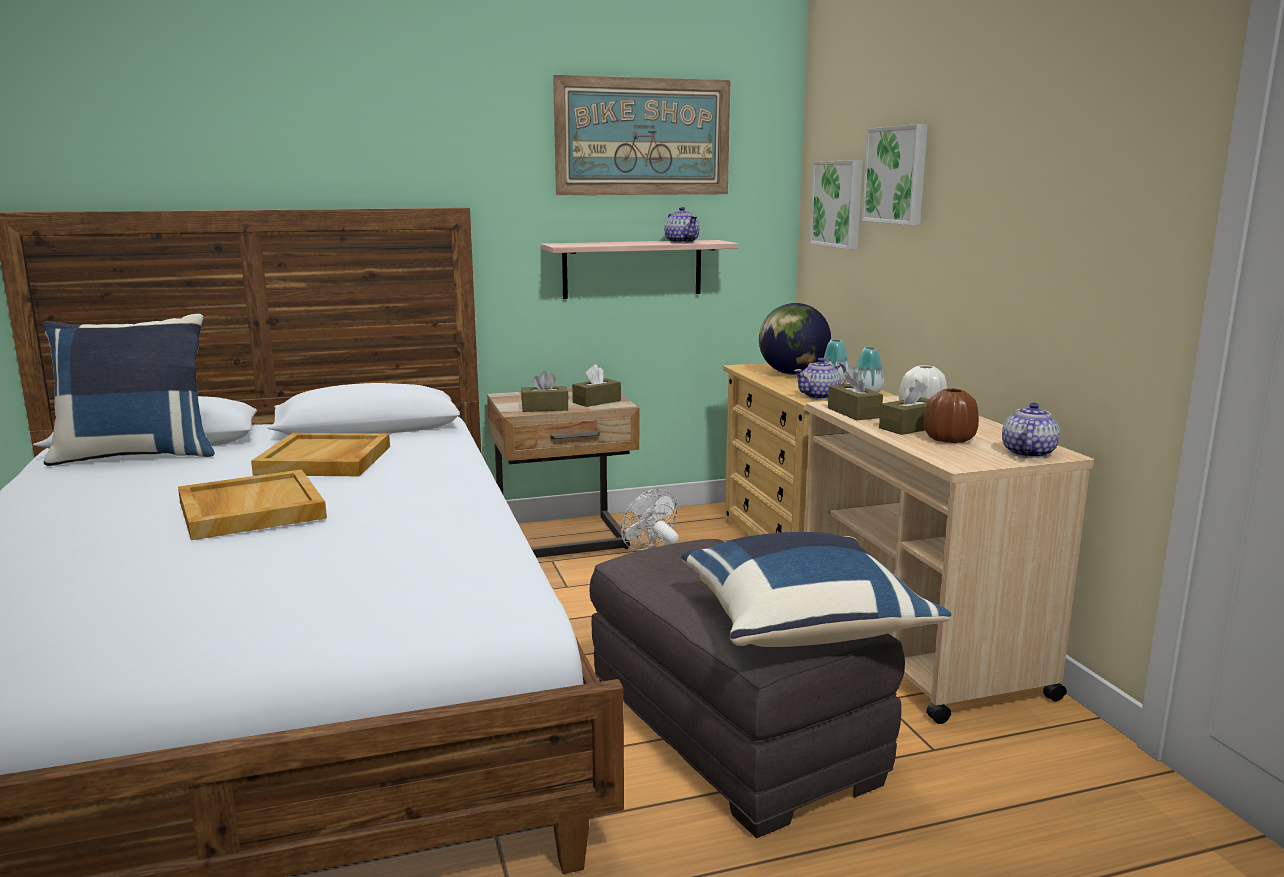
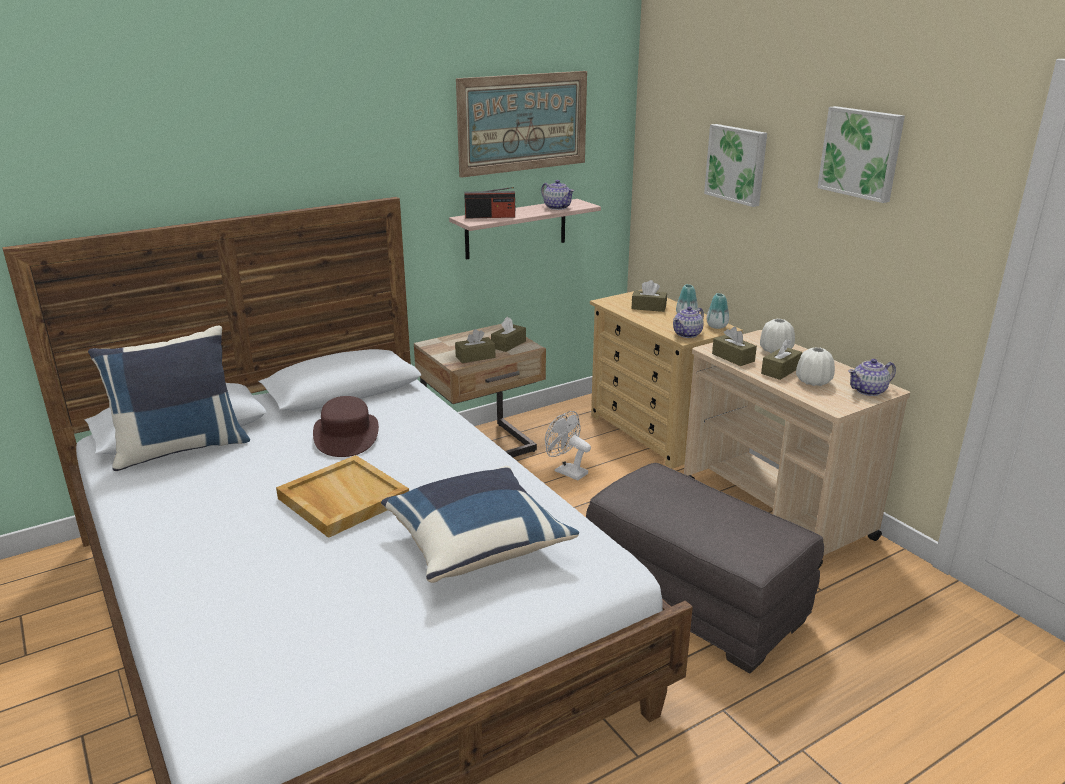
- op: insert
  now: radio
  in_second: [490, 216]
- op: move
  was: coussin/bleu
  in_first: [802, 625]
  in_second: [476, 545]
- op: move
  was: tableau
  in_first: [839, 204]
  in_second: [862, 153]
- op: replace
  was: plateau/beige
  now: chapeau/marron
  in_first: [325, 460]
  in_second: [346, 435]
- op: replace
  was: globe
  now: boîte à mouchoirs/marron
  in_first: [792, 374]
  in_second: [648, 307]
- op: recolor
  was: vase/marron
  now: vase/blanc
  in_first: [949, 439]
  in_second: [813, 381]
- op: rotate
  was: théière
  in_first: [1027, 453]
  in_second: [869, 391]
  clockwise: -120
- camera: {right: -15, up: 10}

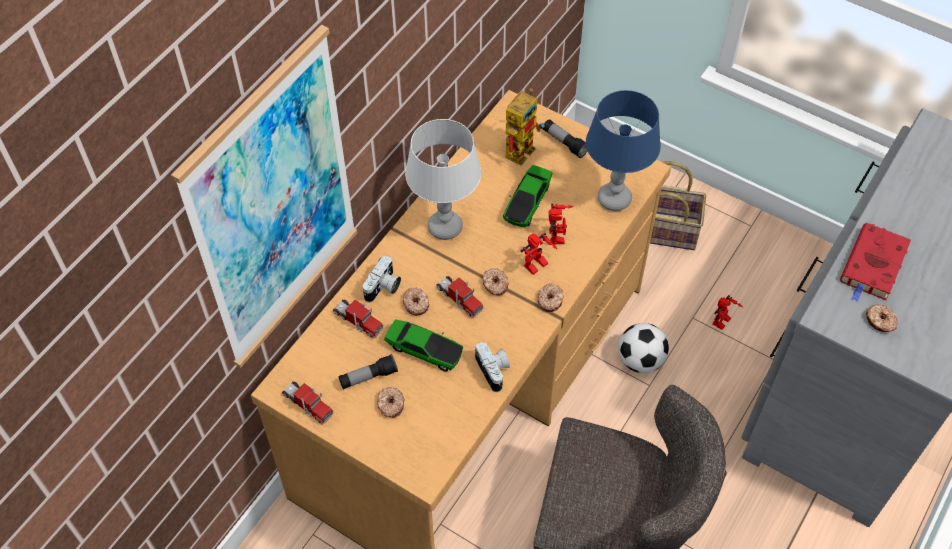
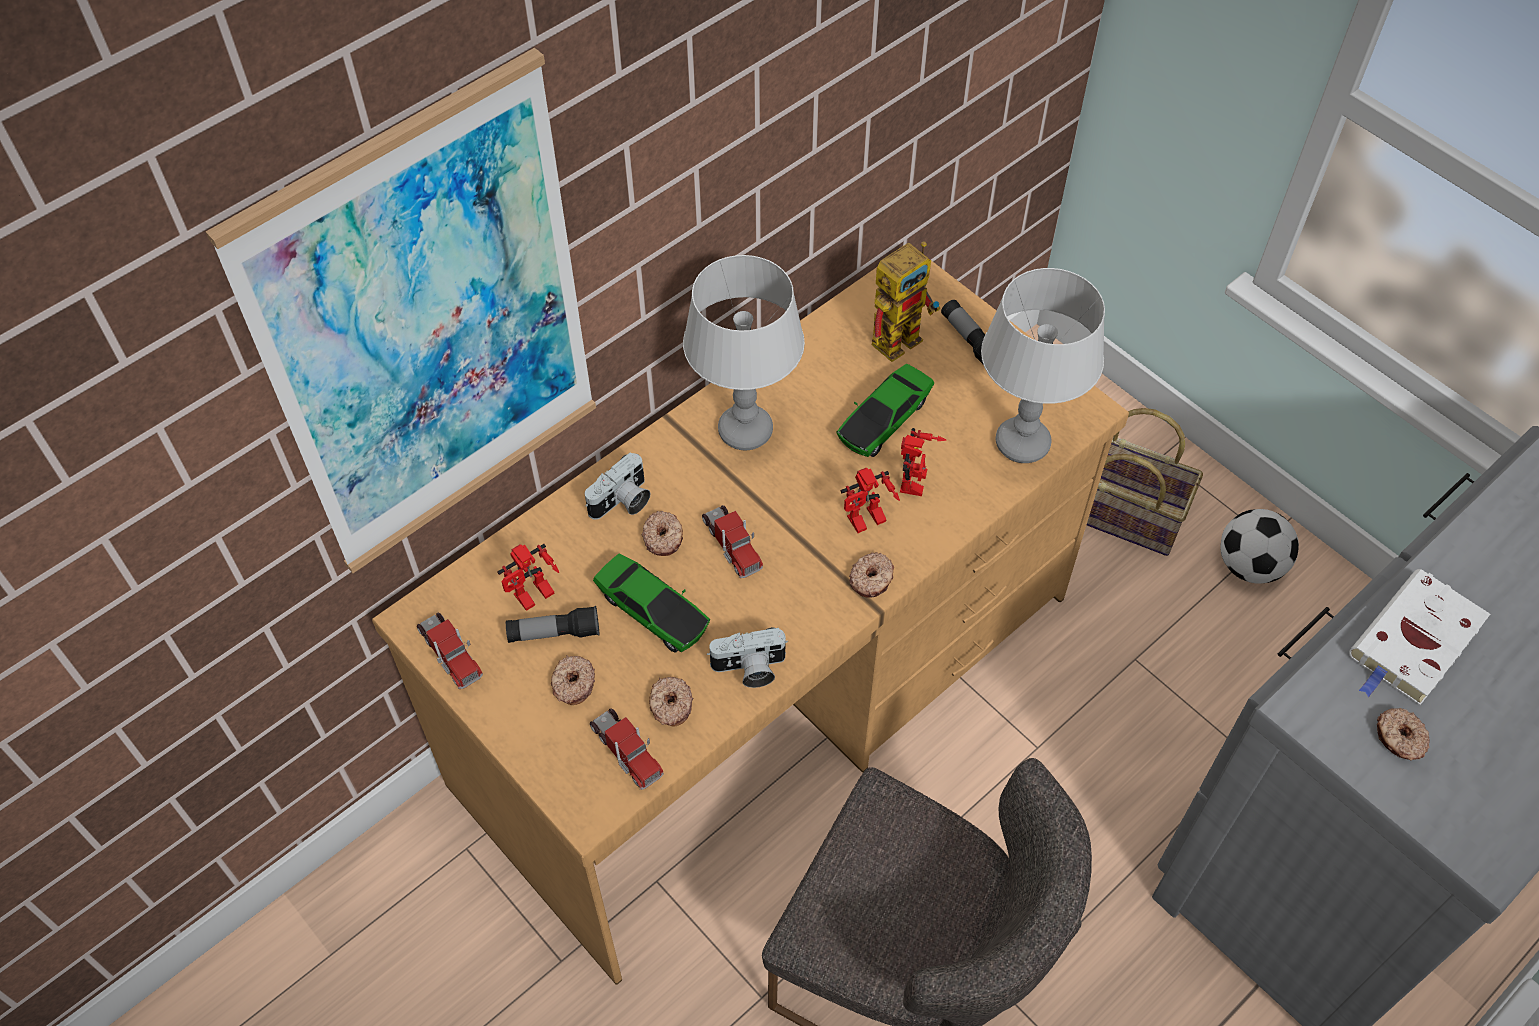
- op: move
  was: camion jouet
  in_first: [358, 321]
  in_second: [626, 751]
- op: move
  was: beignet
  in_first: [495, 285]
  in_second: [670, 705]
- op: move
  was: ballon de foot
  in_first: [640, 360]
  in_second: [1250, 566]
- op: move
  was: robot jouet
  in_first: [722, 323]
  in_second: [534, 599]
- op: recolor
  was: lampe de table/bleu
  now: lampe de table/gris
  in_first: [614, 199]
  in_second: [1022, 444]
- op: recolor
  was: livre/rouge
  now: livre/blanc
  in_first: [873, 266]
  in_second: [1413, 644]
- op: rotate
  was: appareil photo
  in_first: [494, 370]
  in_second: [749, 669]
  clockwise: 90
- camera: {right: 15, up: 0}

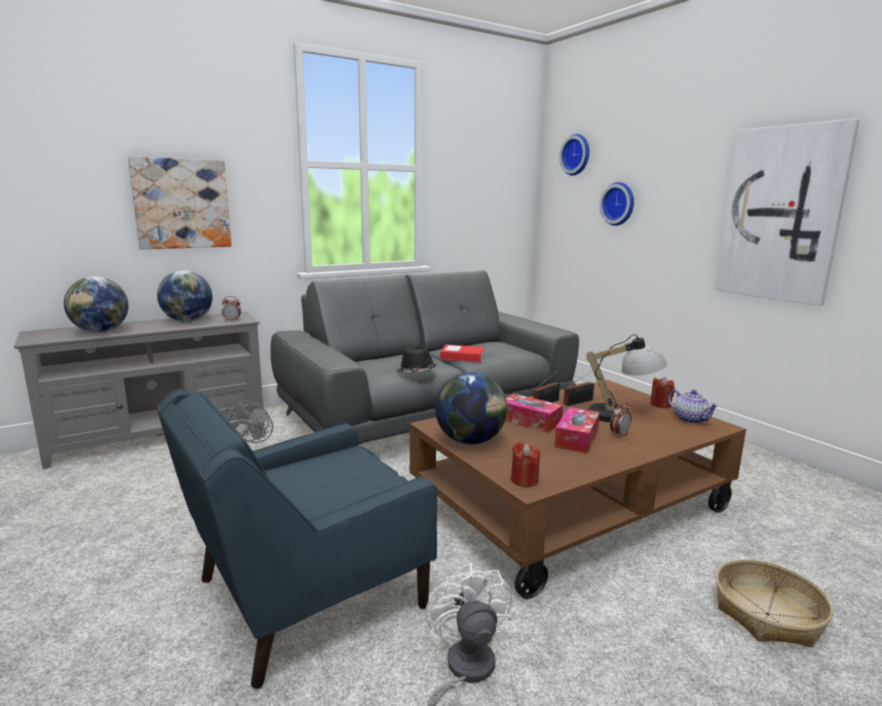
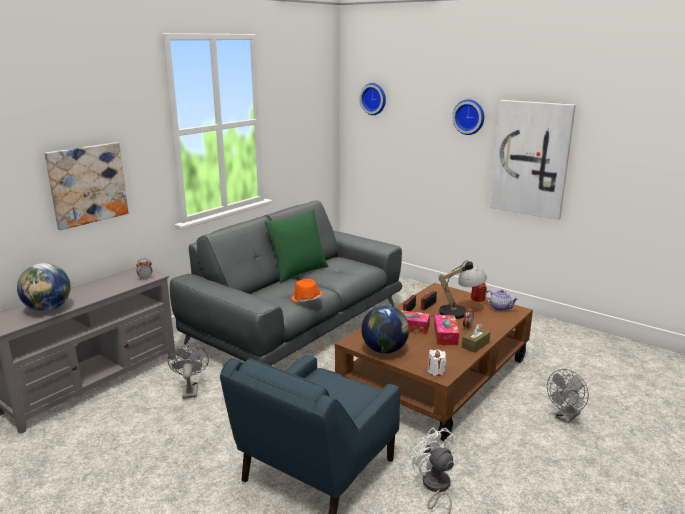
- op: delete
  was: globe
  in_first: [187, 321]
- op: delete
  was: livre
  in_first: [462, 357]
- op: insert
  now: coussin/vert
  in_second: [298, 272]
- op: insert
  now: boîte à mouchoirs/marron
  in_second: [475, 345]
- op: move
  was: horloge murale
  in_first: [619, 204]
  in_second: [469, 117]
- op: replace
  was: panier
  now: ventilateur/gris
  in_first: [768, 614]
  in_second: [565, 417]
- op: recolor
  was: chapeau/noir
  now: chapeau/orange
  in_first: [416, 372]
  in_second: [306, 299]
- op: recolor
  was: bougie/rouge
  now: bougie/blanc
  in_first: [524, 480]
  in_second: [436, 371]
- camera: {right: -20, up: 5}

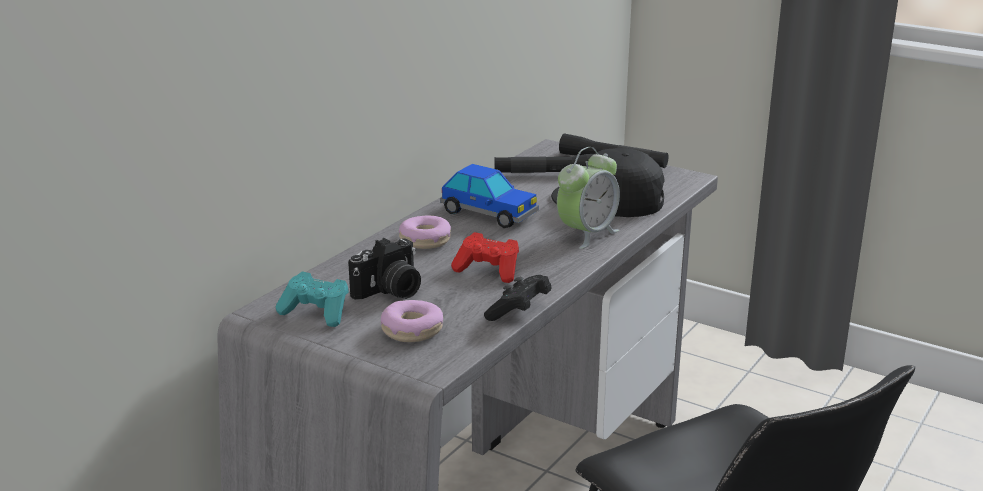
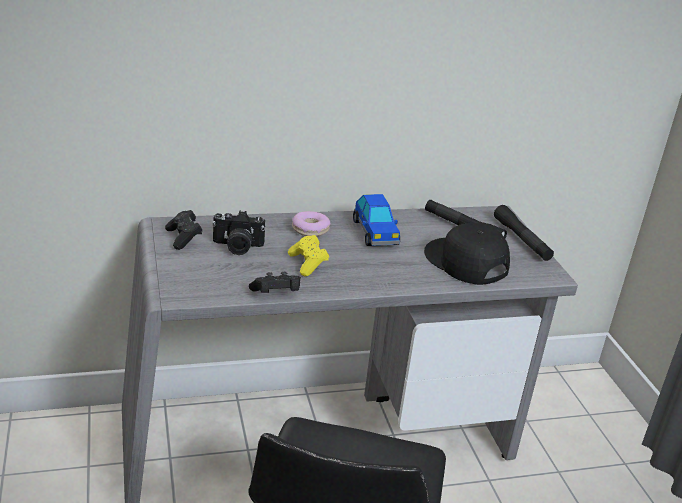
- op: delete
  was: beignet
  in_first: [412, 330]
- op: delete
  was: réveil
  in_first: [587, 234]
- op: recolor
  was: manette/turquoise
  now: manette/noir
  in_first: [316, 313]
  in_second: [184, 238]
- op: recolor
  was: manette/rouge
  now: manette/jaune
  in_first: [489, 270]
  in_second: [308, 264]
- camera: {right: 40, up: 5}

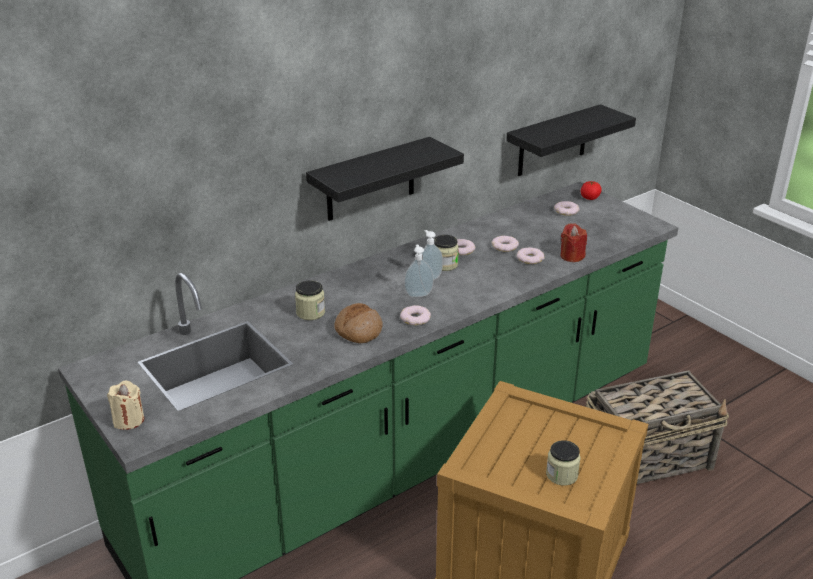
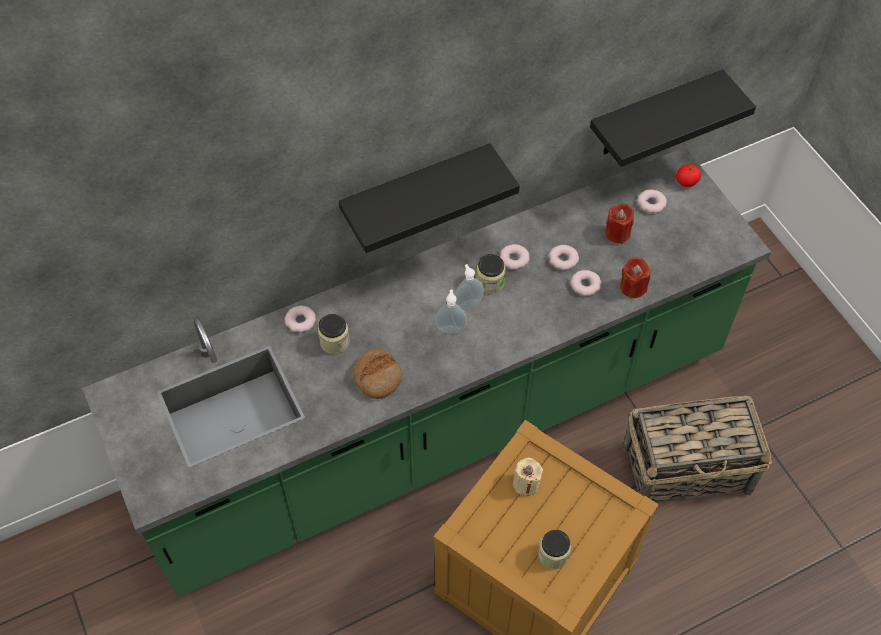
- op: insert
  now: bougie/rouge
  in_second: [617, 233]
- op: move
  was: bougie/beige
  in_first: [128, 420]
  in_second: [526, 484]
- op: move
  was: beignet
  in_first: [415, 318]
  in_second: [301, 321]
- camera: {right: 10, up: 25}

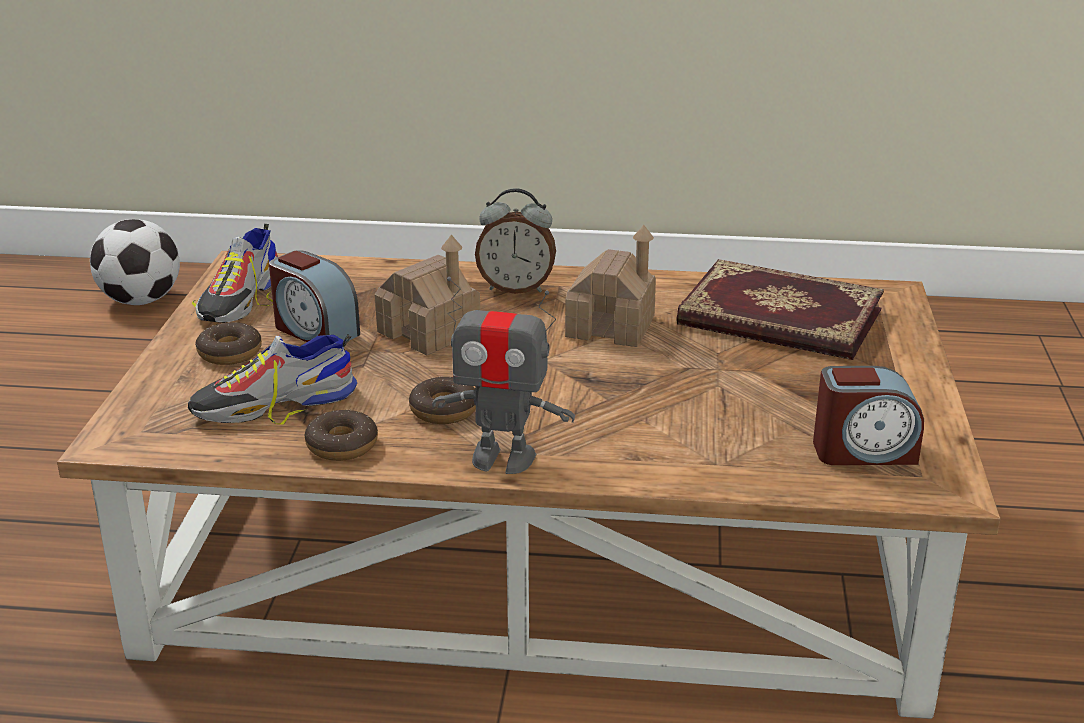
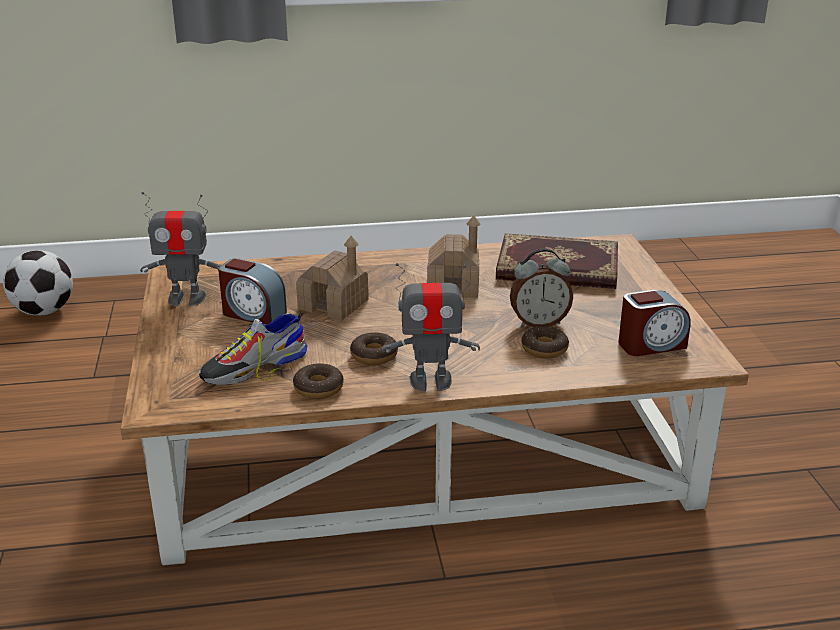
- op: move
  was: beignet
  in_first: [230, 353]
  in_second: [544, 349]
- op: move
  was: réveil
  in_first: [516, 288]
  in_second: [539, 323]
- op: replace
  was: chaussure
  now: robot jouet
  in_first: [241, 299]
  in_second: [186, 298]
- camera: {right: -15, up: 0}

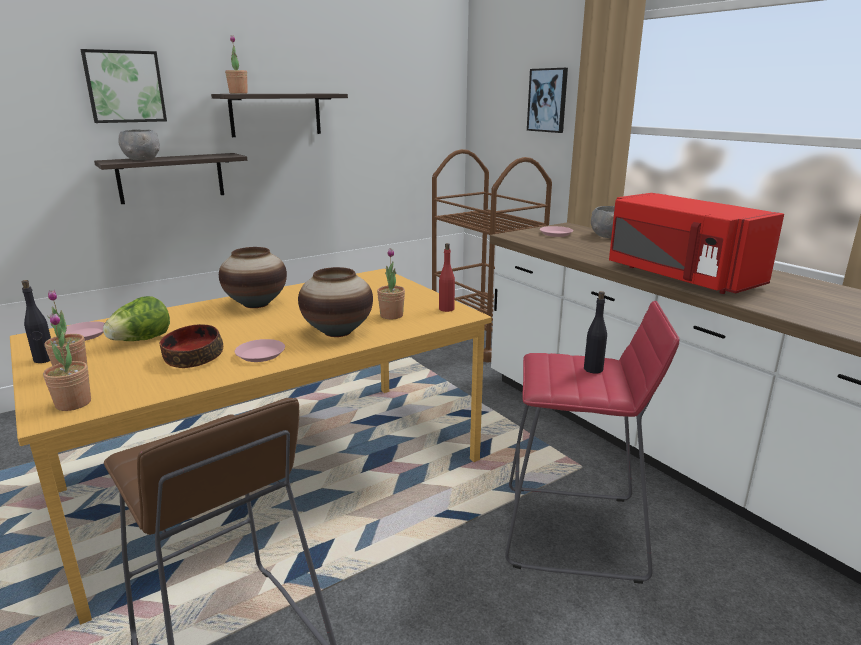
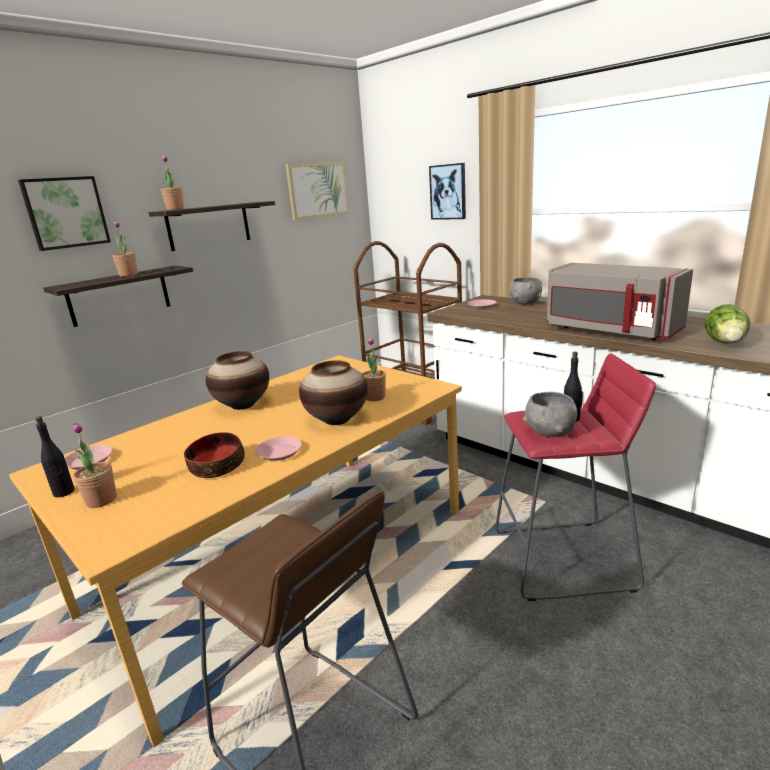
- op: delete
  was: bouteille/rouge
  in_first: [446, 309]
- op: insert
  now: tableau
  in_second: [317, 190]
- op: move
  was: plante en pot
  in_first: [73, 403]
  in_second: [128, 275]
- op: move
  was: laitue
  in_first: [141, 340]
  in_second: [726, 343]
- op: move
  was: bol/gris
  in_first: [142, 159]
  in_second: [550, 431]
- op: recolor
  was: micro-ondes/rouge
  now: micro-ondes/gris
  in_first: [679, 276]
  in_second: [609, 330]
- camera: {right: -10, up: 0}

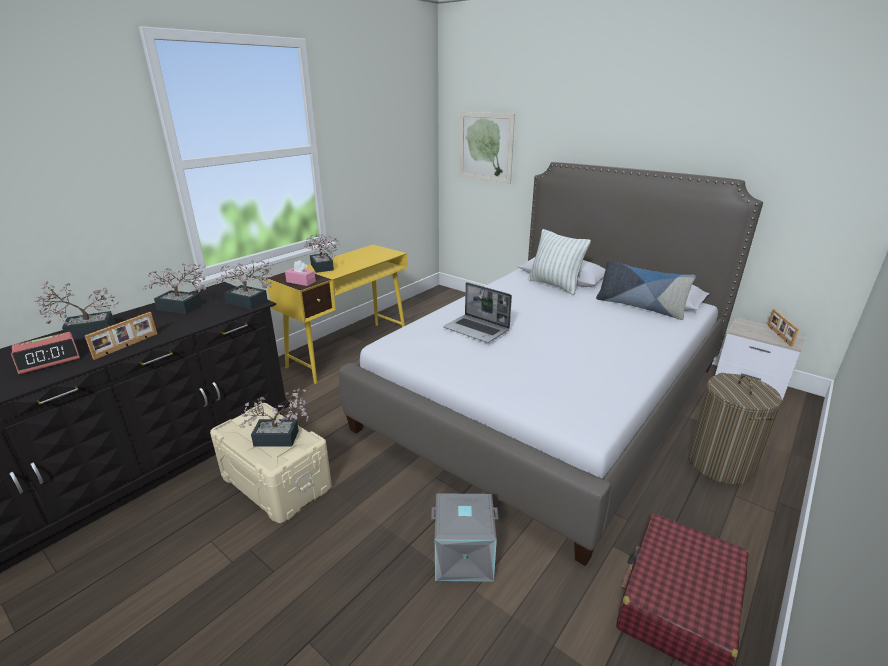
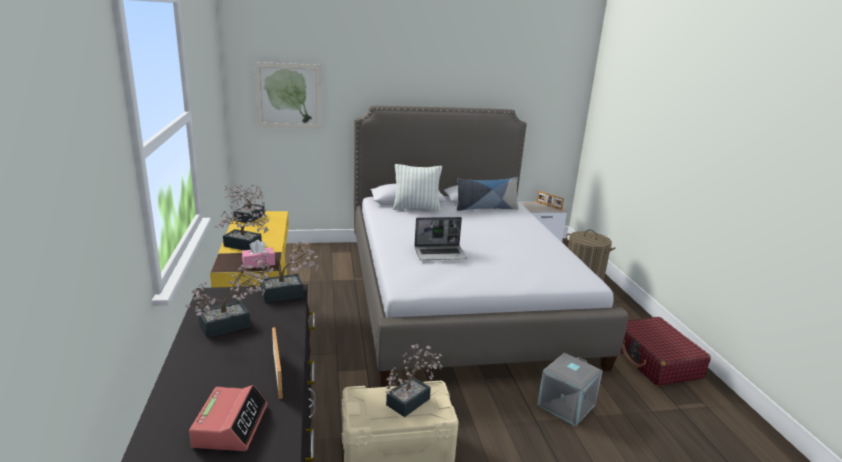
- op: move
  was: plante en pot
  in_first: [85, 332]
  in_second: [247, 219]
- camera: {right: -50, up: -5}

